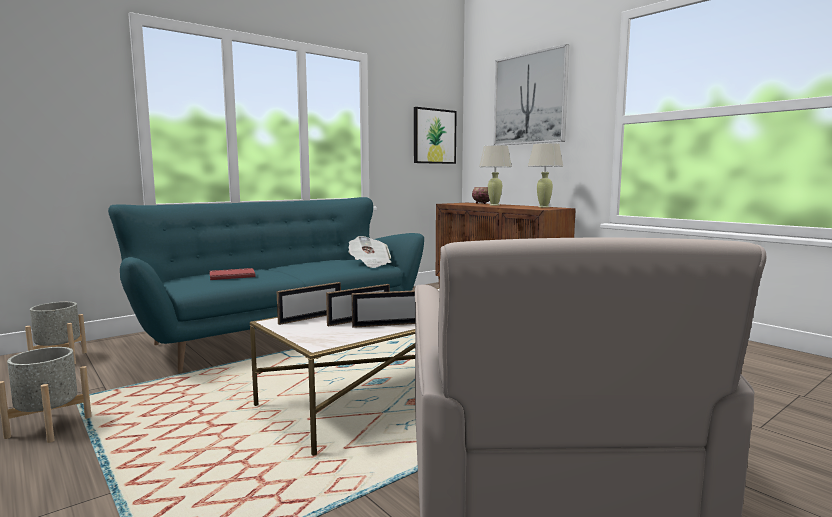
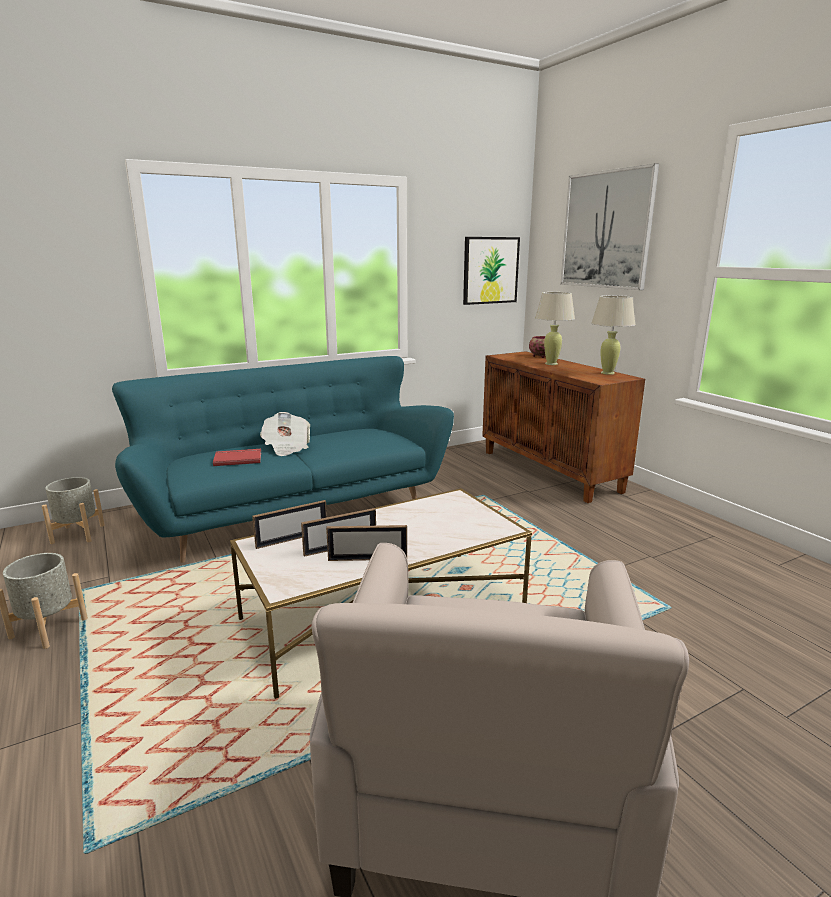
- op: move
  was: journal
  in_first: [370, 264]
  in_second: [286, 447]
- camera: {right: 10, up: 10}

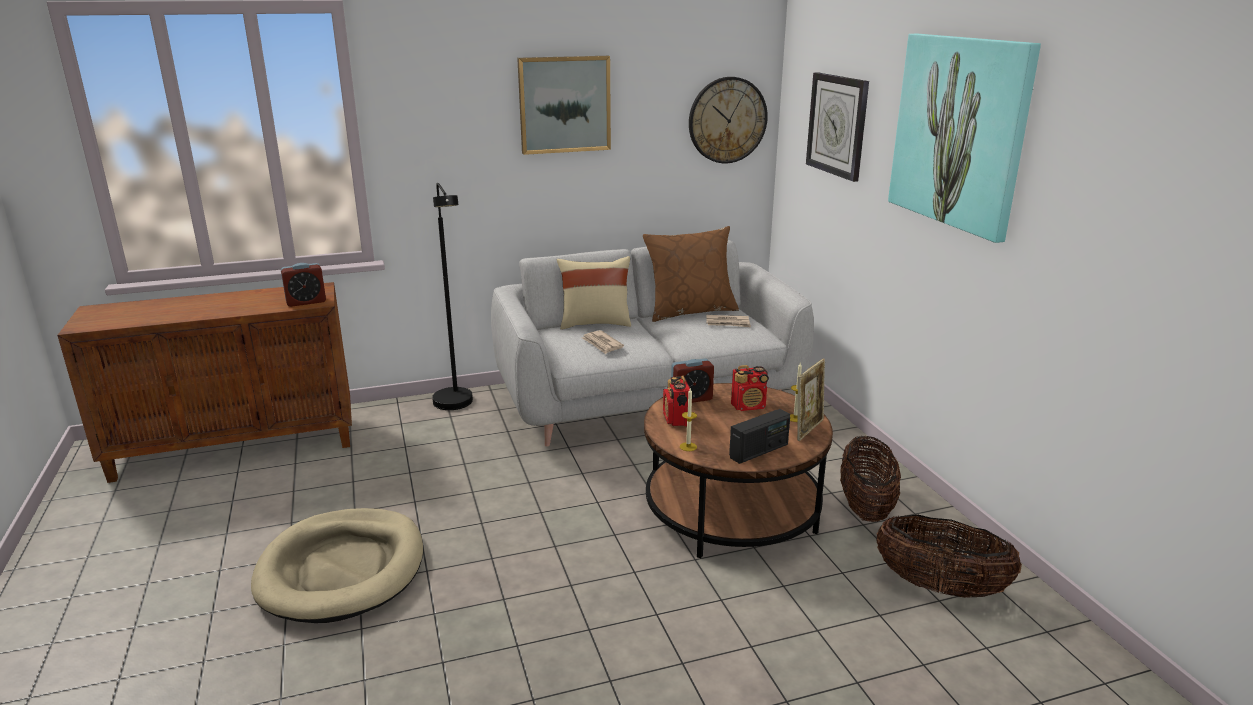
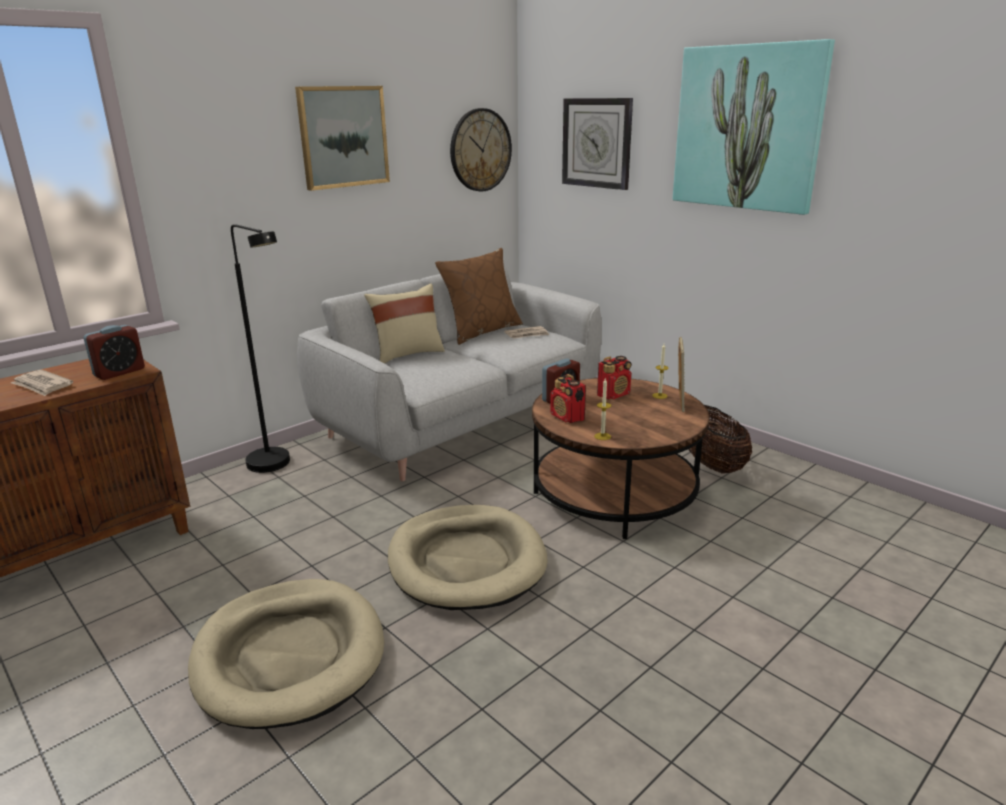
- op: delete
  was: radio
  in_first: [759, 451]
- op: delete
  was: panier
  in_first: [940, 587]
- op: insert
  now: panier pour chien/beige
  in_second: [466, 561]
- op: move
  was: journal
  in_first: [602, 344]
  in_second: [42, 385]
- camera: {right: -25, up: 0}

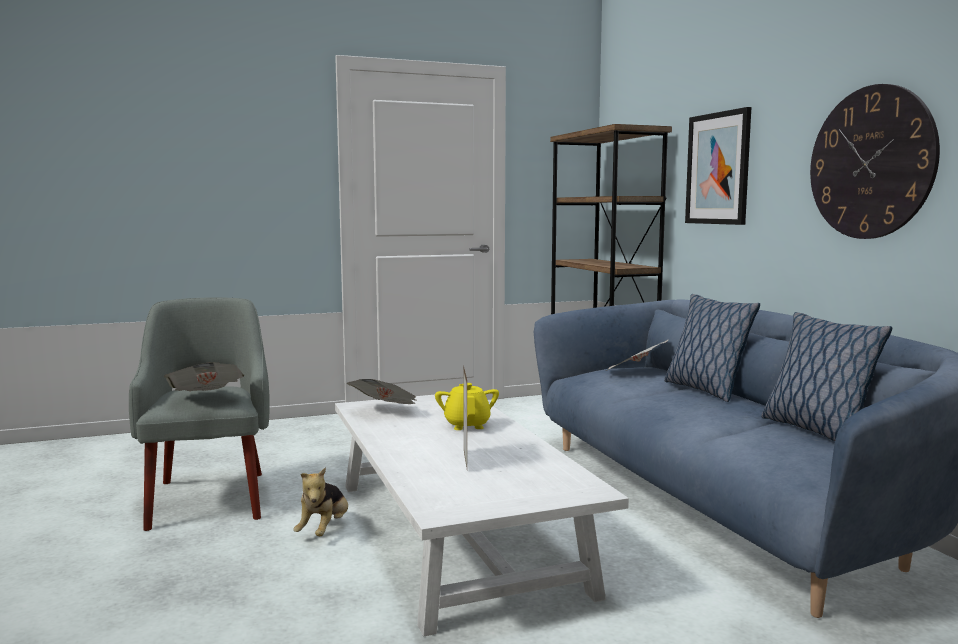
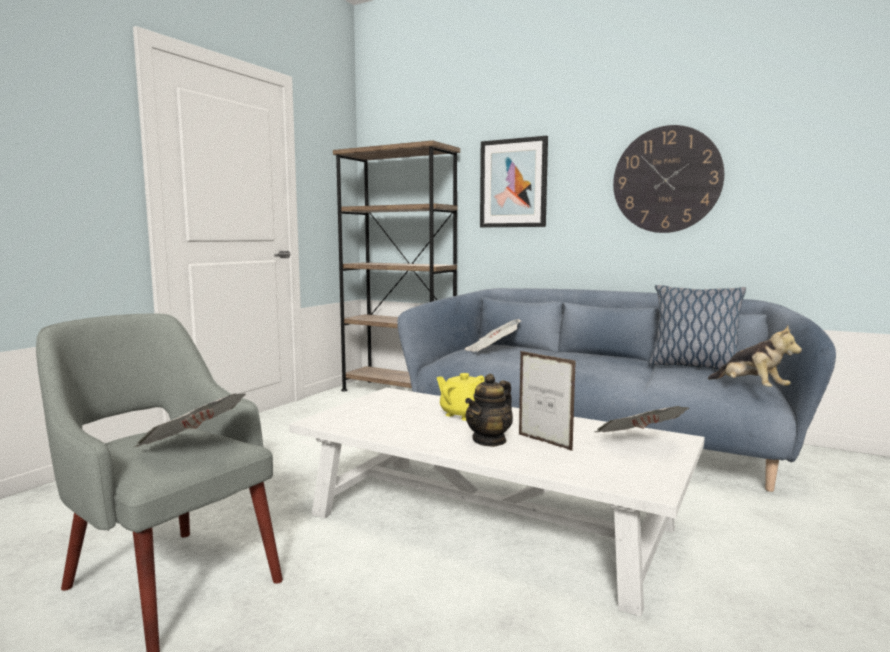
- op: delete
  was: coussin
  in_first: [705, 390]
- op: insert
  now: théière
  in_second: [489, 440]
- op: move
  was: peluche
  in_first: [324, 530]
  in_second: [750, 388]
- op: move
  was: journal
  in_first: [386, 411]
  in_second: [638, 443]
- camera: {right: -40, up: 0}

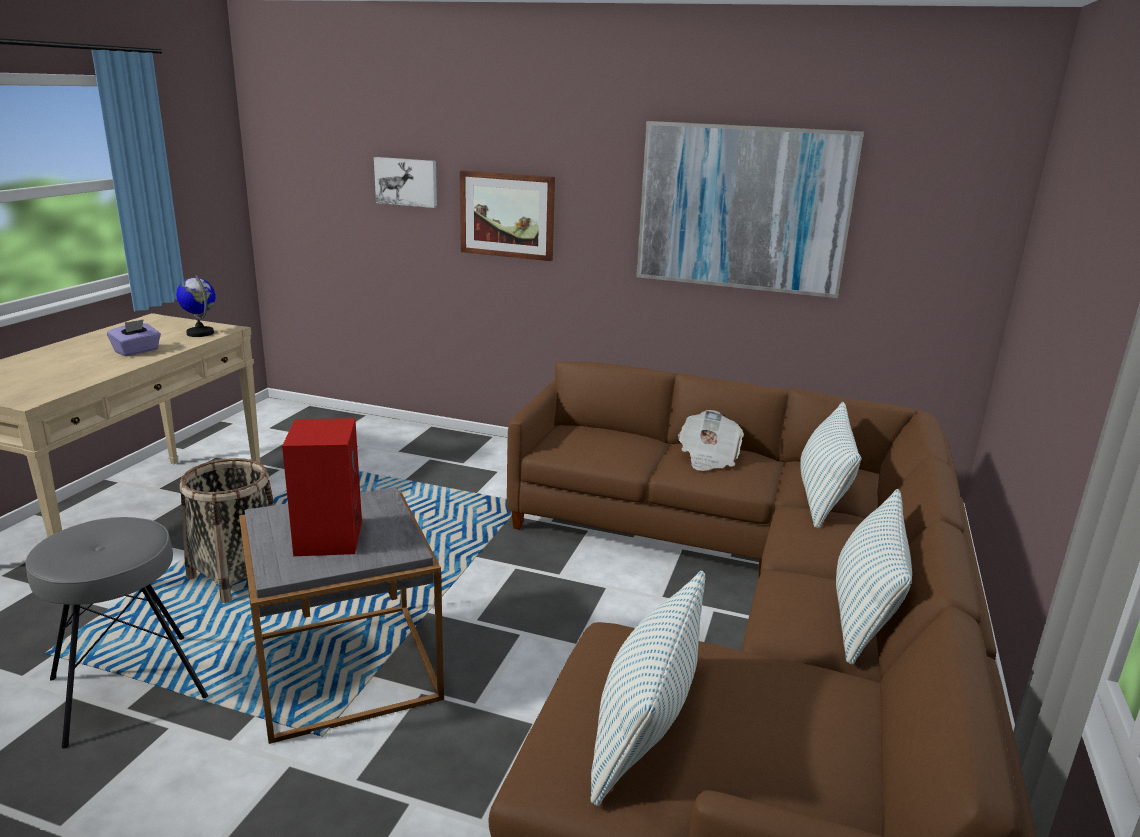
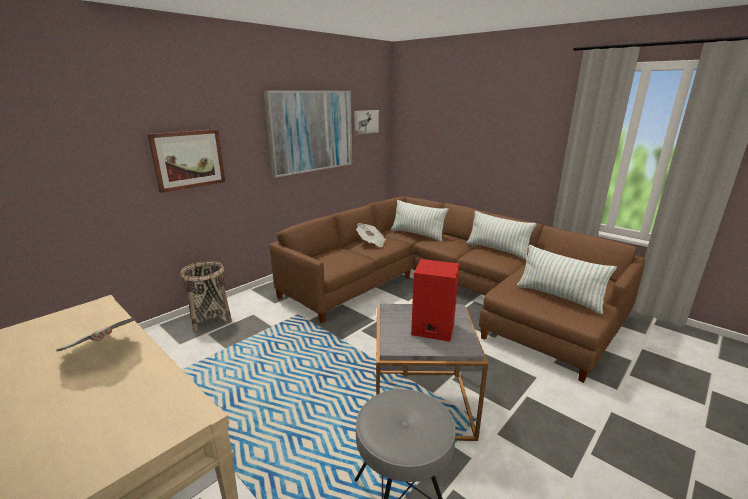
- op: delete
  was: globe
  in_first: [200, 333]
- op: move
  was: panier
  in_first: [238, 576]
  in_second: [210, 318]
- op: move
  was: tableau
  in_first: [407, 182]
  in_second: [365, 122]
- op: replace
  was: boîte à mouchoirs/violet
  now: journal
  in_first: [137, 351]
  in_second: [102, 350]
- camera: {right: -65, up: 0}

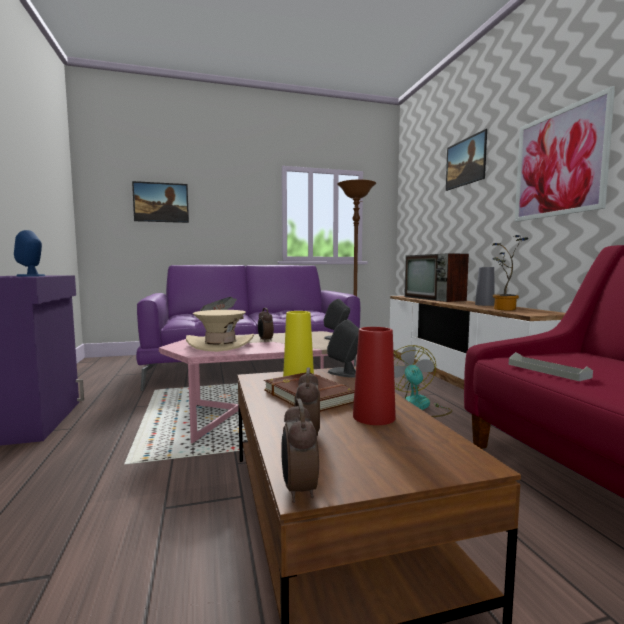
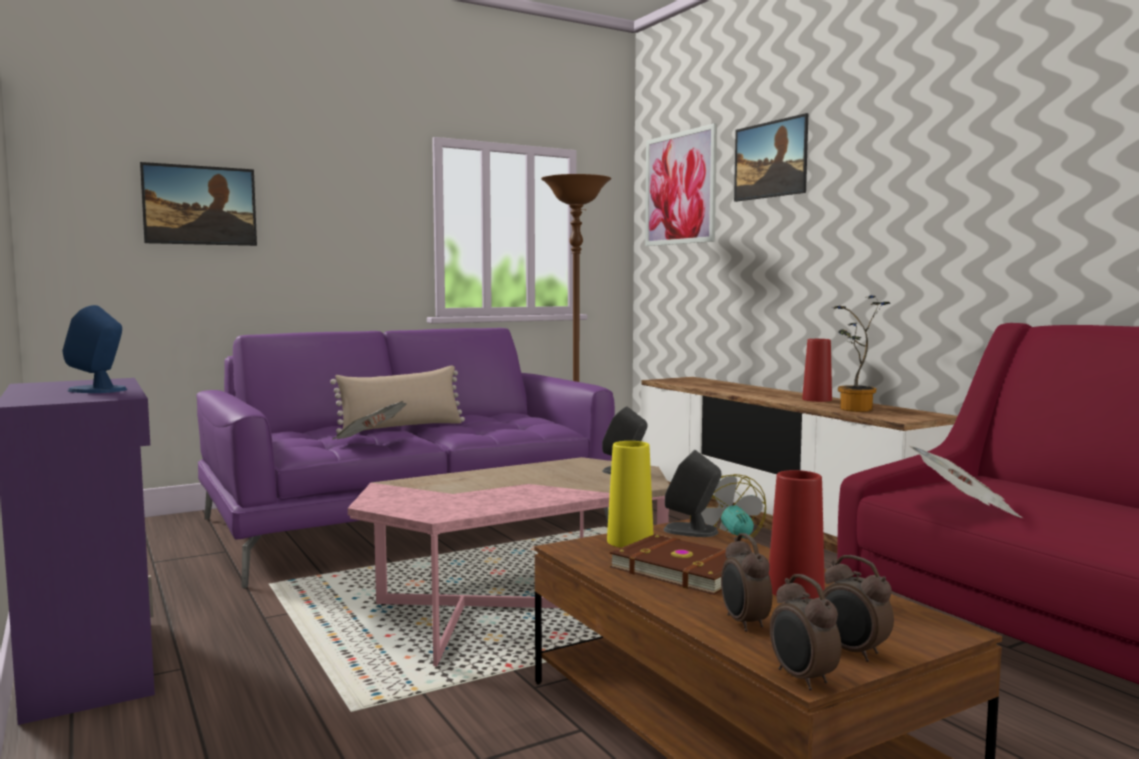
- op: delete
  was: chapeau/beige
  in_first: [220, 344]
- op: delete
  was: téléviseur
  in_first: [434, 299]
- op: insert
  now: coussin/beige
  in_second: [402, 427]
- op: move
  was: réveil
  in_first: [265, 340]
  in_second: [852, 652]
- op: move
  was: tableau
  in_first: [559, 163]
  in_second: [680, 188]
- op: replace
  was: plateau/gris
  now: journal
  in_first: [547, 370]
  in_second: [964, 509]
- op: recolor
  was: vase/gris
  now: vase/rouge
  in_first: [484, 304]
  in_second: [817, 399]
- camera: {right: -15, up: 0}

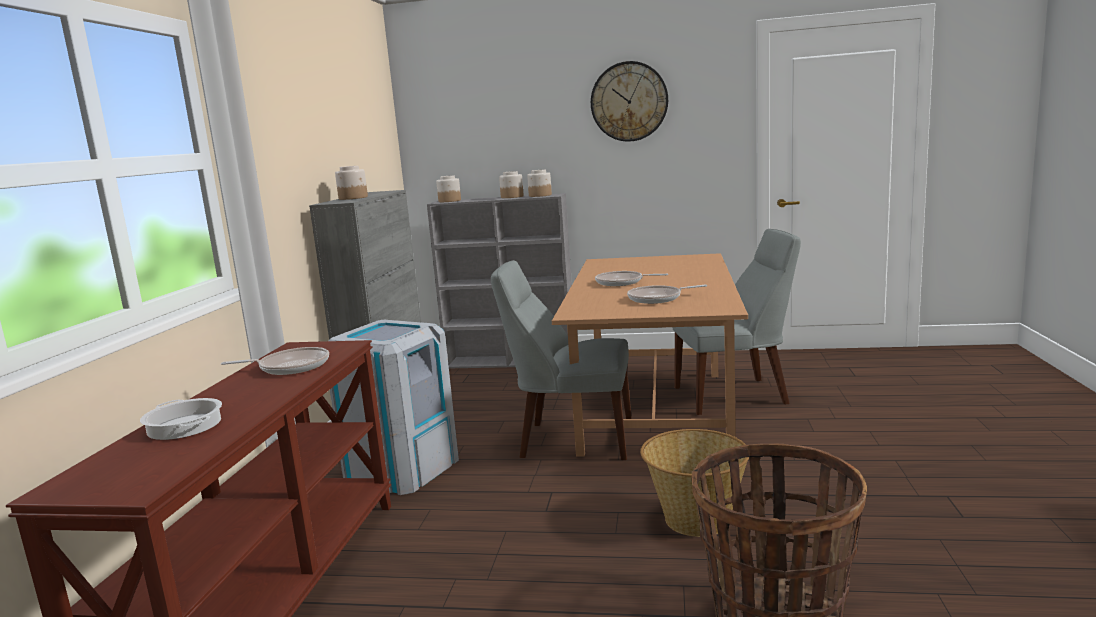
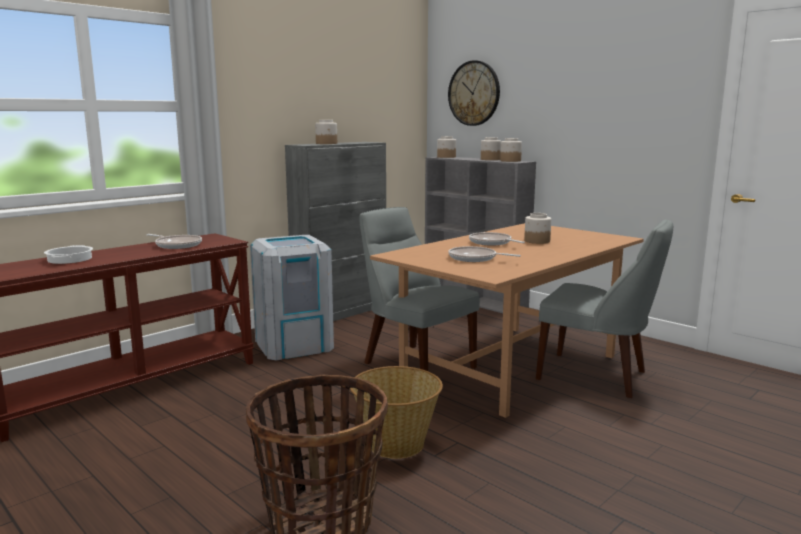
- op: insert
  now: bocal
  in_second: [536, 241]
- op: move
  was: horloge murale
  in_first: [629, 101]
  in_second: [474, 93]
- camera: {right: 35, up: 0}

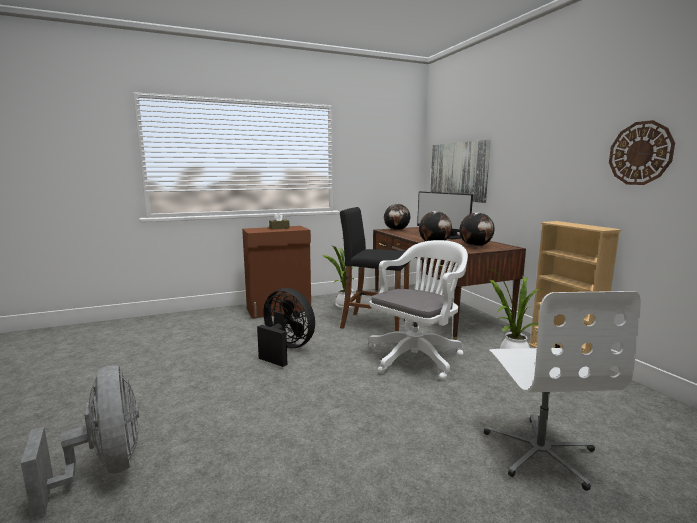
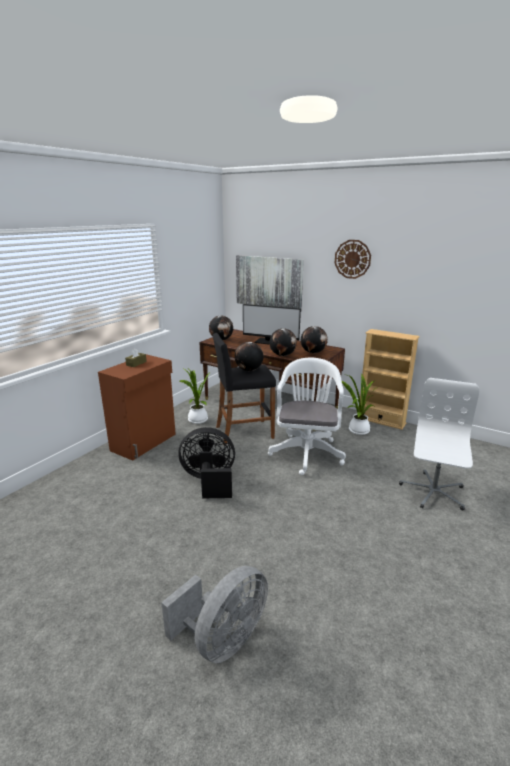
- op: insert
  now: globe
  in_second: [249, 370]
- op: move
  was: horloge murale
  in_first: [640, 153]
  in_second: [352, 259]
- op: rotate
  was: ventilateur/gris
  in_first: [105, 469]
  in_second: [223, 640]
  clockwise: 105
- op: rotate
  was: chaise de bureau/blanc
  in_first: [540, 452]
  in_second: [432, 492]
  clockwise: -120
- camera: {right: -35, up: 10}

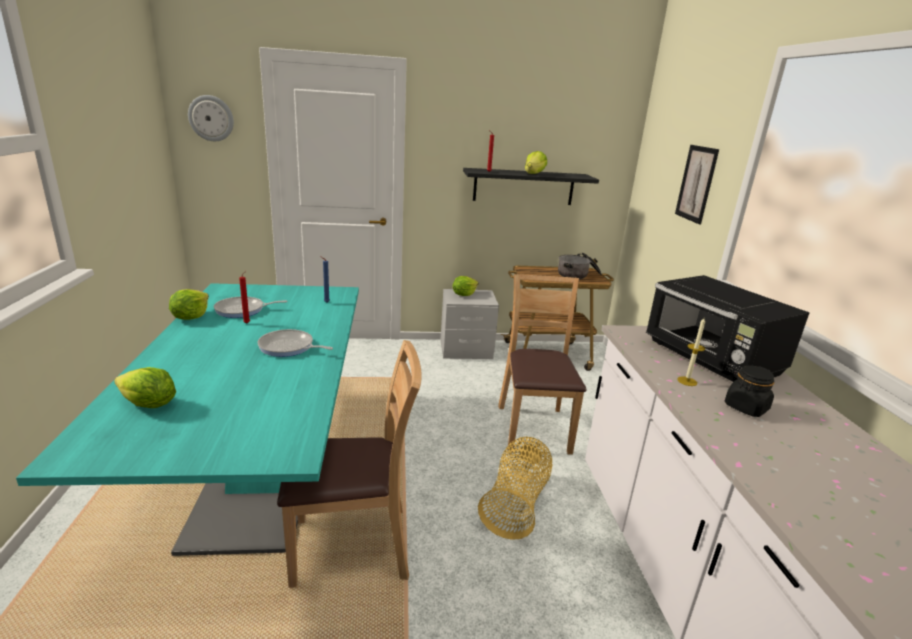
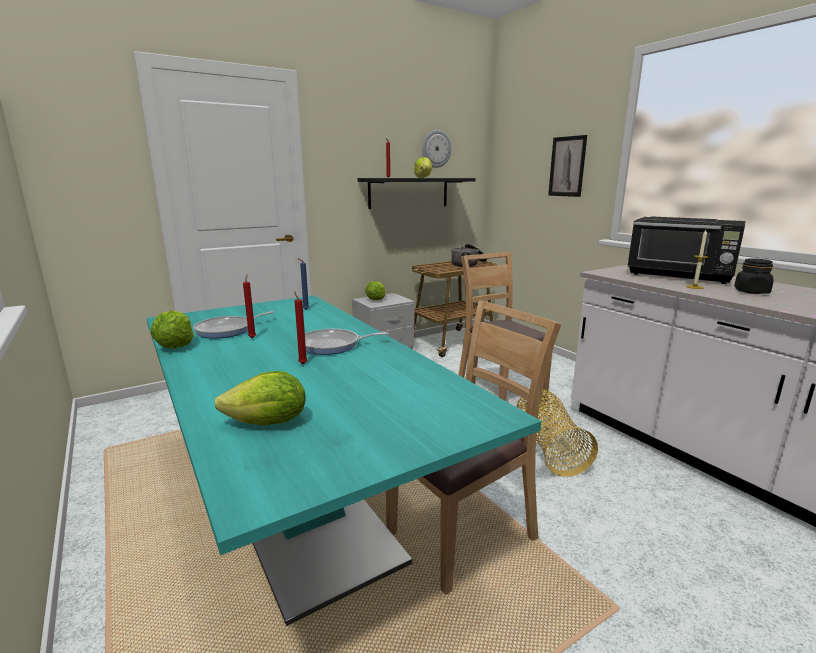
- op: insert
  now: bougie/rouge
  in_second: [302, 363]
- op: move
  was: horloge murale
  in_first: [211, 118]
  in_second: [436, 149]
- camera: {right: -25, up: -5}

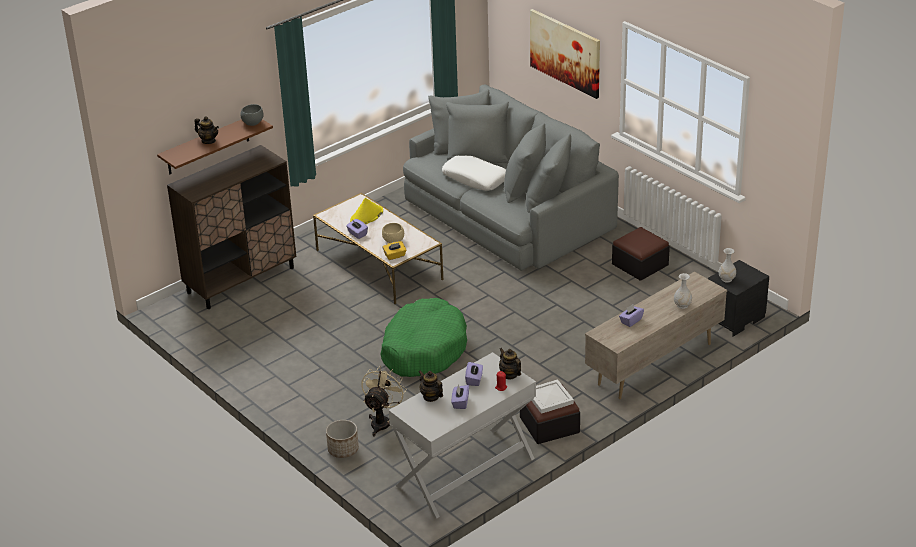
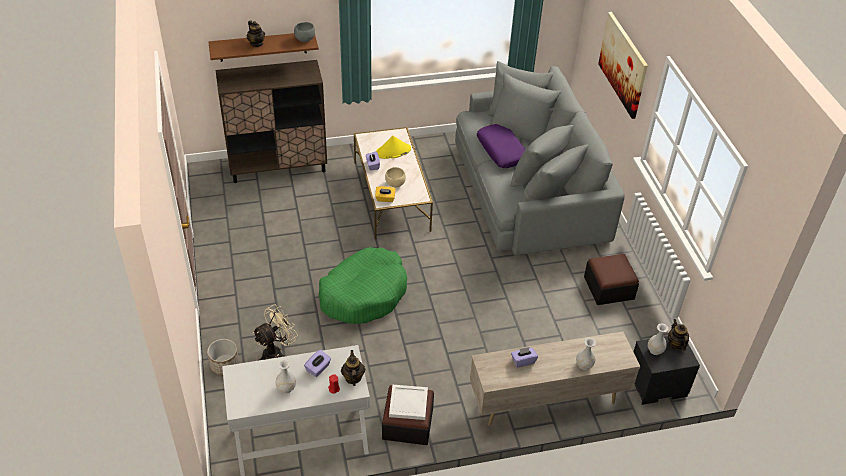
- op: move
  was: théière
  in_first: [431, 397]
  in_second: [675, 344]
- op: replace
  was: boîte à mouchoirs/violet
  now: vase/blanc
  in_first: [460, 402]
  in_second: [286, 388]
- op: recolor
  was: coussin/blanc
  now: coussin/violet
  in_first: [475, 178]
  in_second: [502, 151]
- camera: {right: 25, up: 10}

